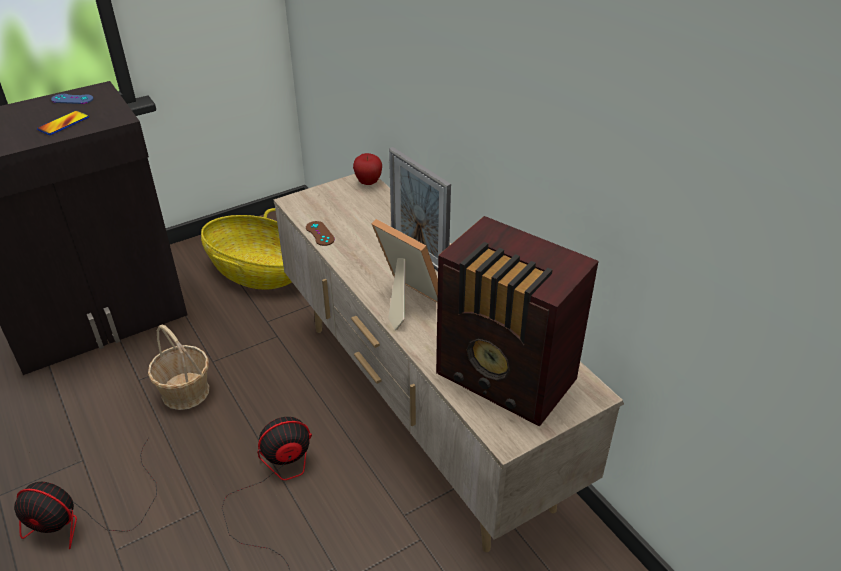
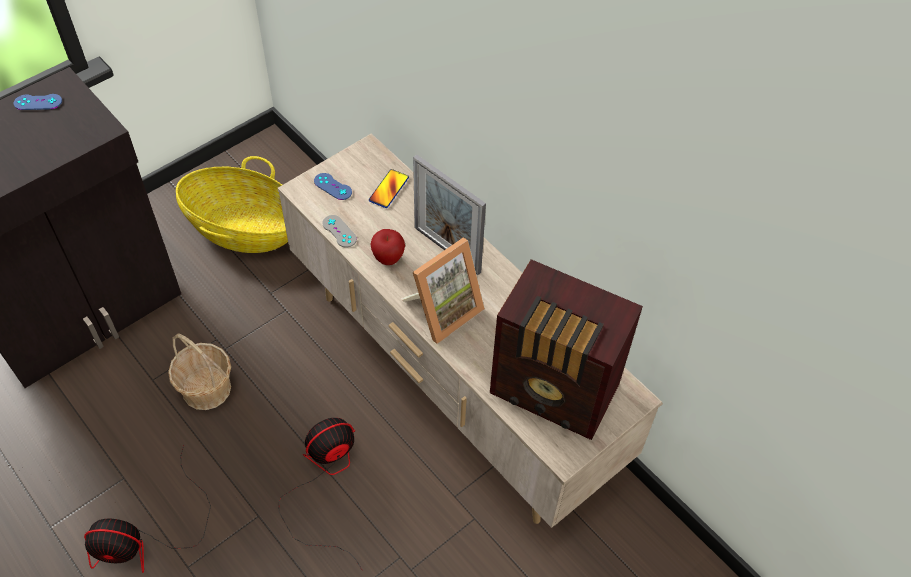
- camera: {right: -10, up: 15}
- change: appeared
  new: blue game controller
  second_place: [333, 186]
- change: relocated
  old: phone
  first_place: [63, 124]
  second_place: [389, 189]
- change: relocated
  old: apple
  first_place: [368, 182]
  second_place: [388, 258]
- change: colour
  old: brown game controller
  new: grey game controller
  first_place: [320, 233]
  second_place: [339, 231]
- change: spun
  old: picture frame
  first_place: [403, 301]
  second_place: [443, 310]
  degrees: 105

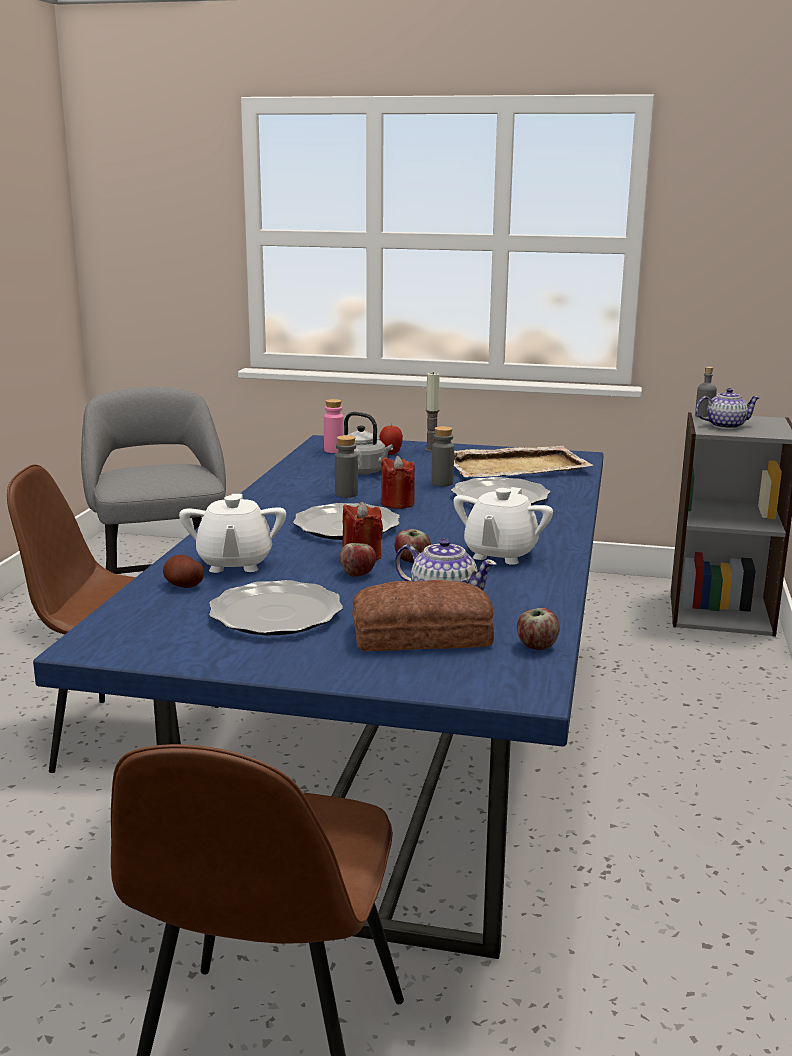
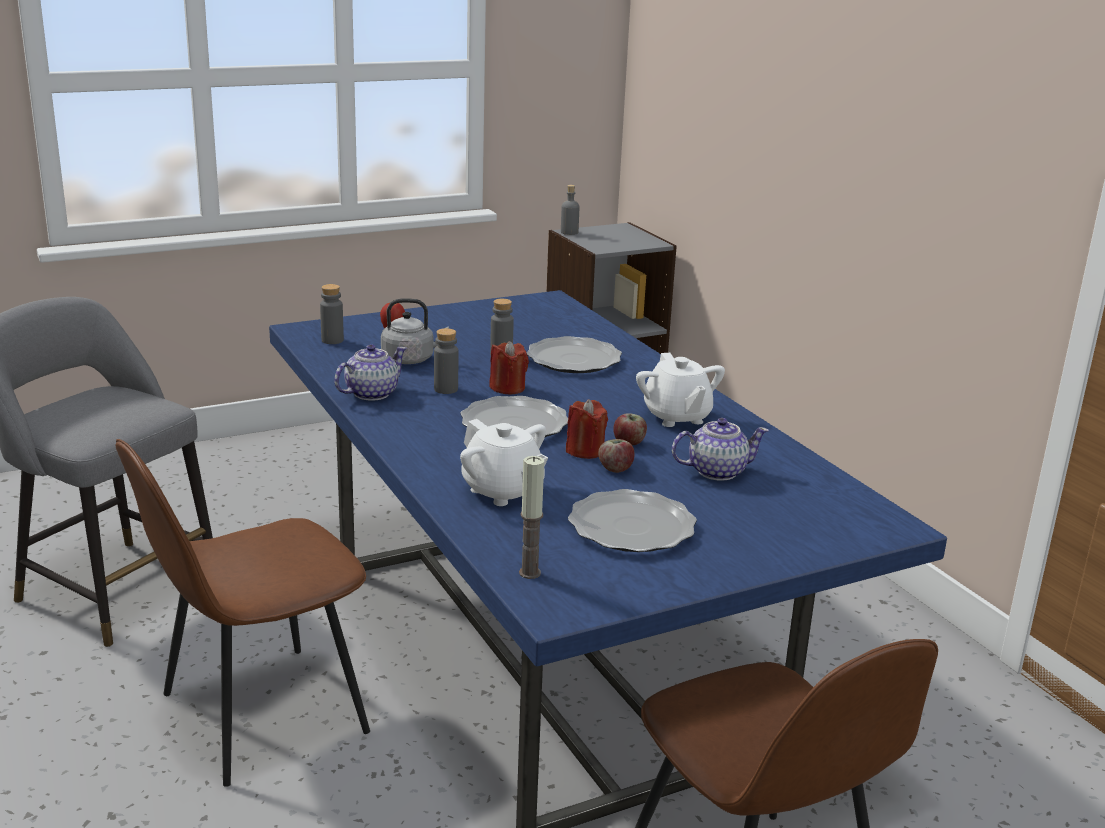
- camera: {right: -40, up: 5}
- change: missing
  old: potato
  first_place: [183, 585]
- change: missing
  old: bread
  first_place: [423, 636]
- change: missing
  old: beige tray
  first_place: [517, 467]
- change: missing
  old: apple
  first_place: [536, 646]
- change: relocated
  old: candle
  first_place: [431, 449]
  second_place: [530, 573]
- change: relocated
  old: teapot
  first_place: [725, 426]
  second_place: [371, 393]
- change: colour
  old: pink bottle
  new: grey bottle
  first_place: [334, 450]
  second_place: [332, 340]

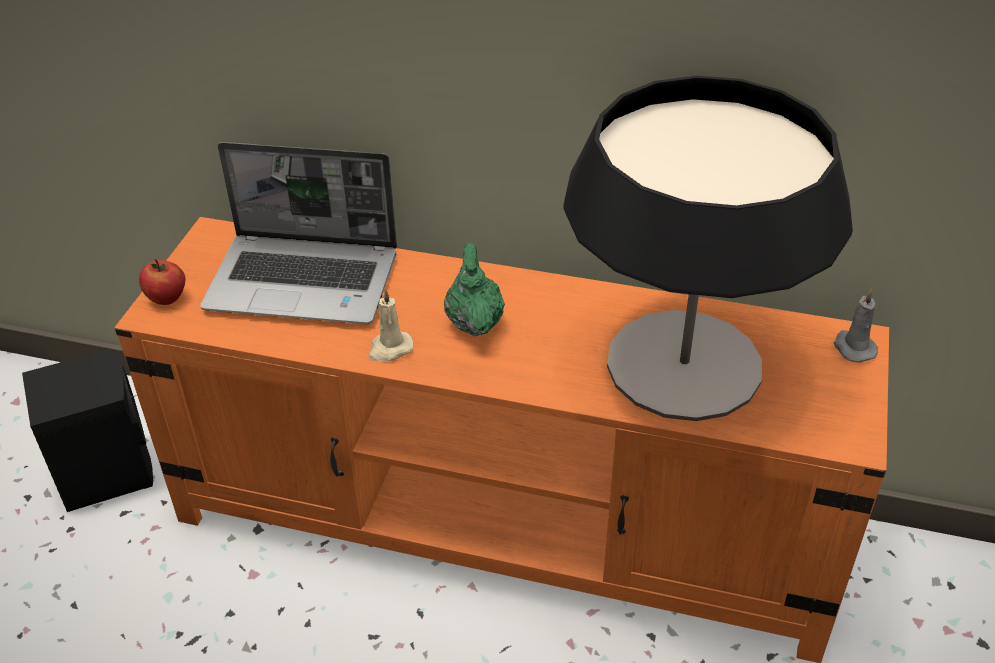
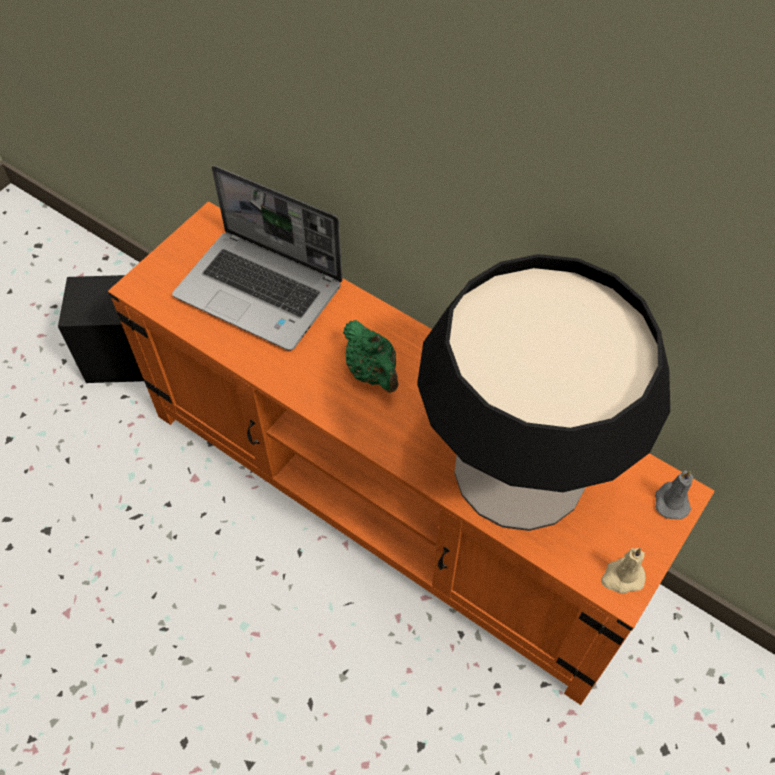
- camera: {right: 20, up: 15}
- change: missing
  old: apple
  first_place: [167, 298]
- change: relocated
  old: beige candle
  first_place: [389, 349]
  second_place: [622, 577]
- change: spun
  old: green teapot
  first_place: [474, 322]
  second_place: [373, 372]
  degrees: 135

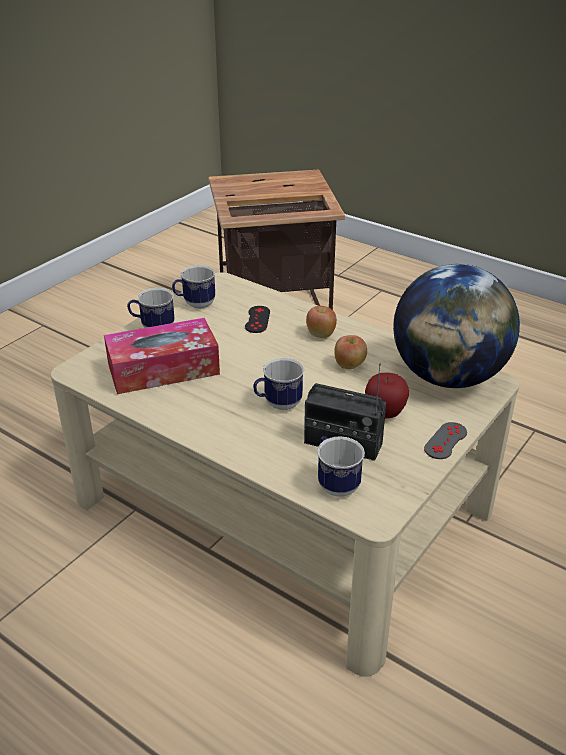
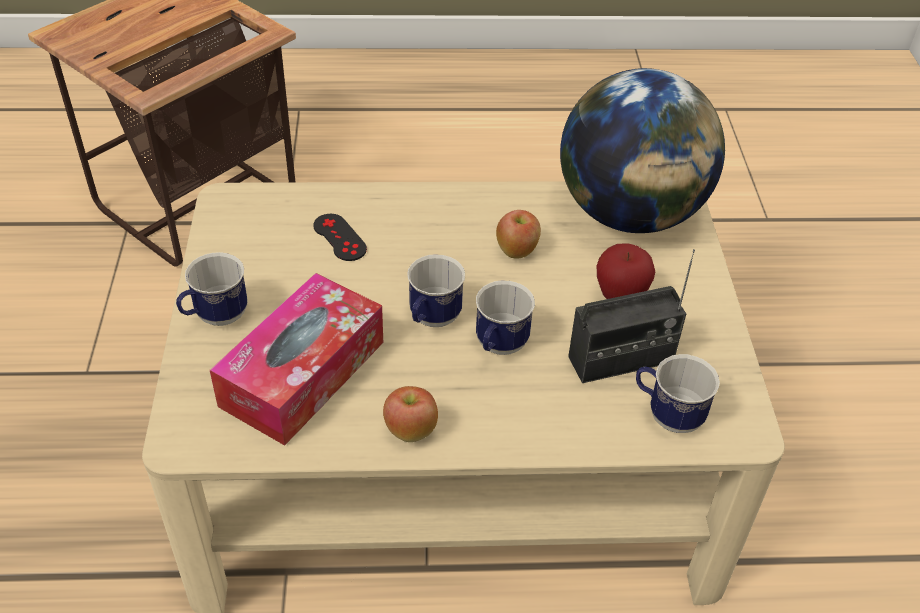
- camera: {right: -40, up: 10}
- change: missing
  old: grey game controller
  first_place: [445, 441]
- change: relocated
  old: mug
  first_place: [195, 304]
  second_place: [431, 320]
- change: relocated
  old: apple
  first_place: [320, 335]
  second_place: [410, 430]

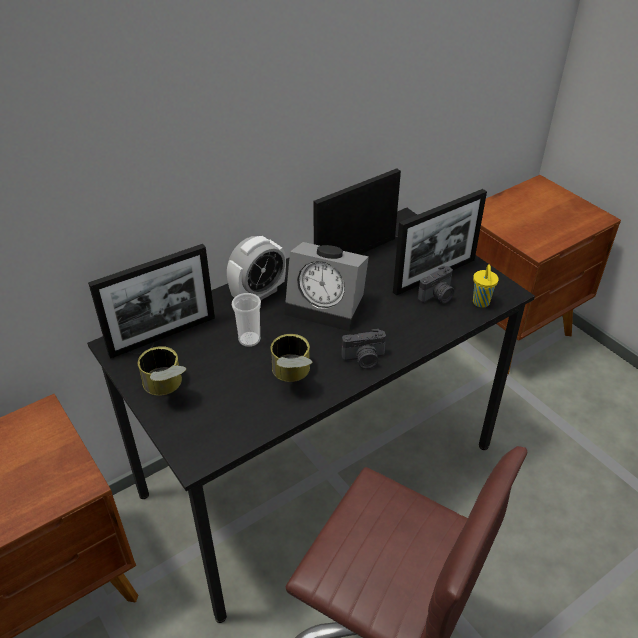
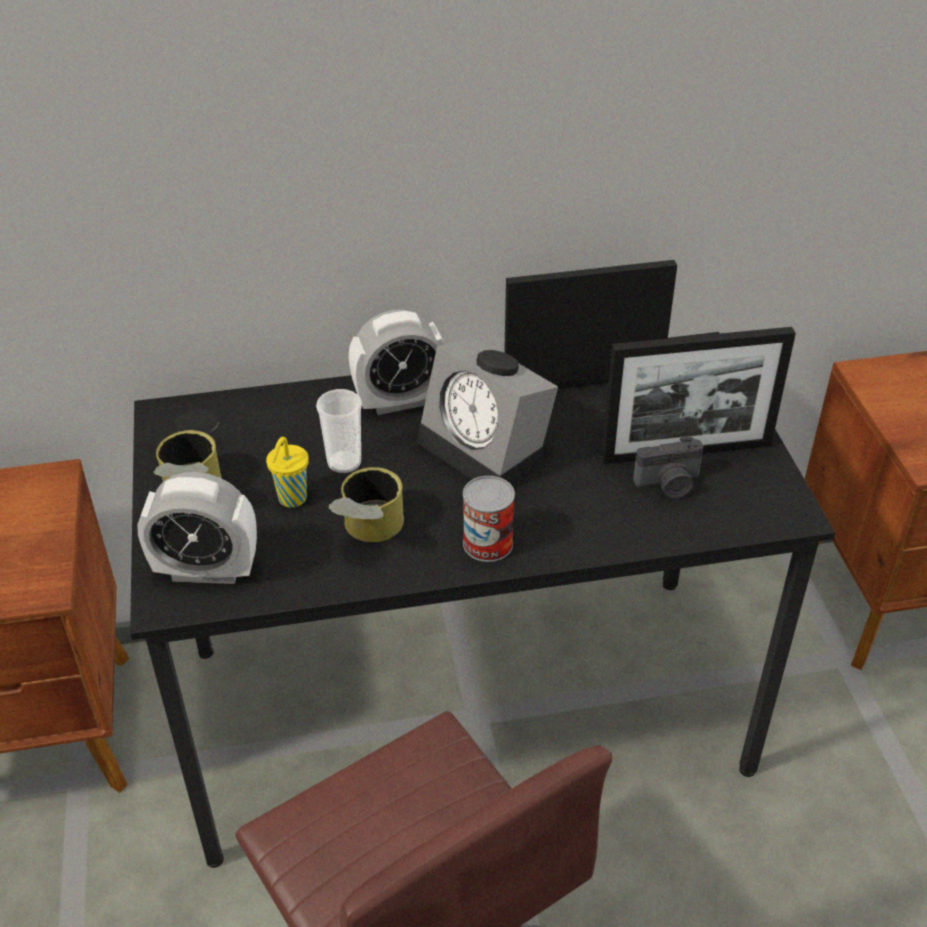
- camera: {right: 25, up: 0}
- change: missing
  old: picture frame
  first_place: [163, 336]
- change: appeared
  new: alarm clock
  second_place: [206, 570]
- change: relocated
  old: yellow cup
  first_place: [481, 303]
  second_place: [291, 499]
- change: exchanged
  old: photo camera
  new: can
  first_place: [364, 359]
  second_place: [488, 543]

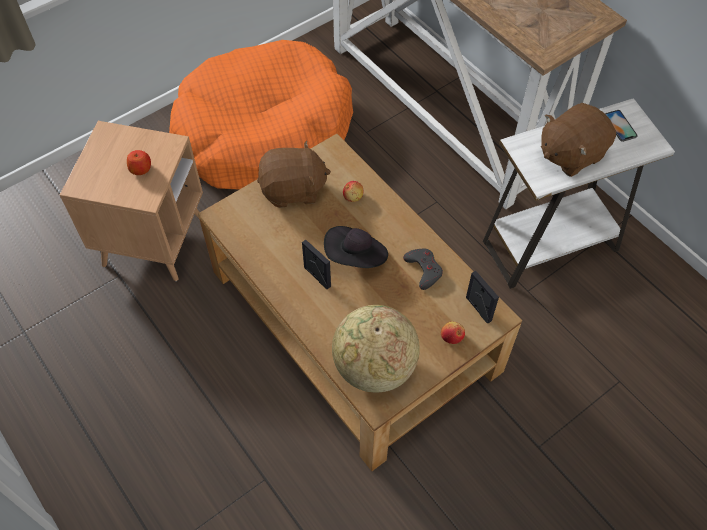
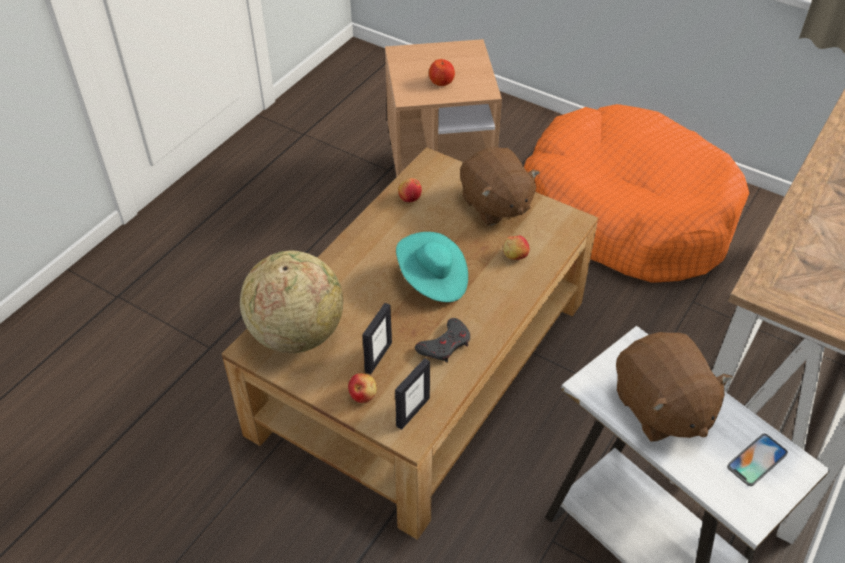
- camera: {right: 70, up: -10}
- change: appeared
  new: apple
  second_place: [409, 197]
- change: relocated
  old: picture frame
  first_place: [317, 277]
  second_place: [378, 357]
- change: colour
  old: black hat
  new: turquoise hat
  first_place: [356, 257]
  second_place: [433, 280]
- change: spun
  old: brown plush toy
  first_place: [570, 154]
  second_place: [661, 407]
  degrees: -150

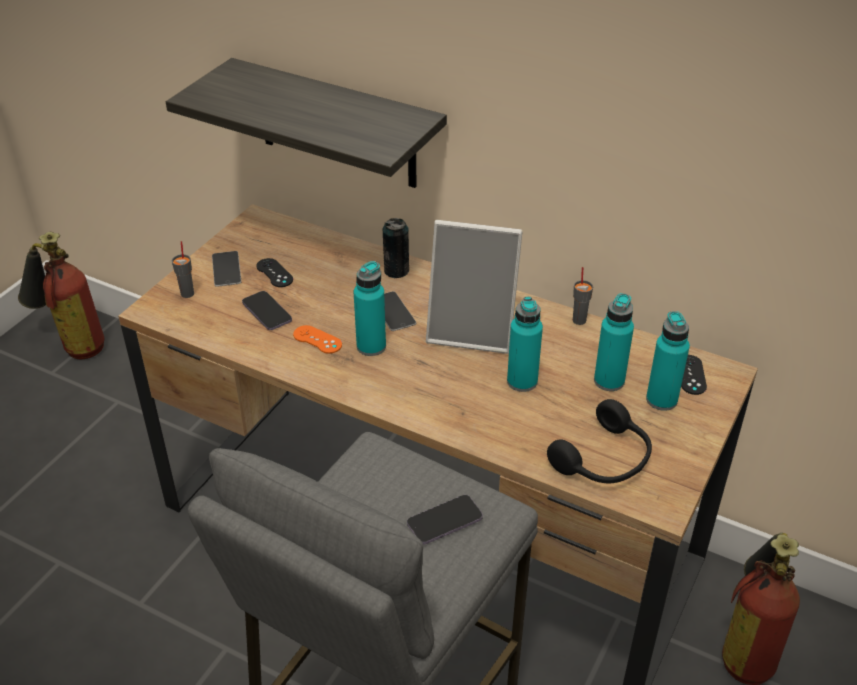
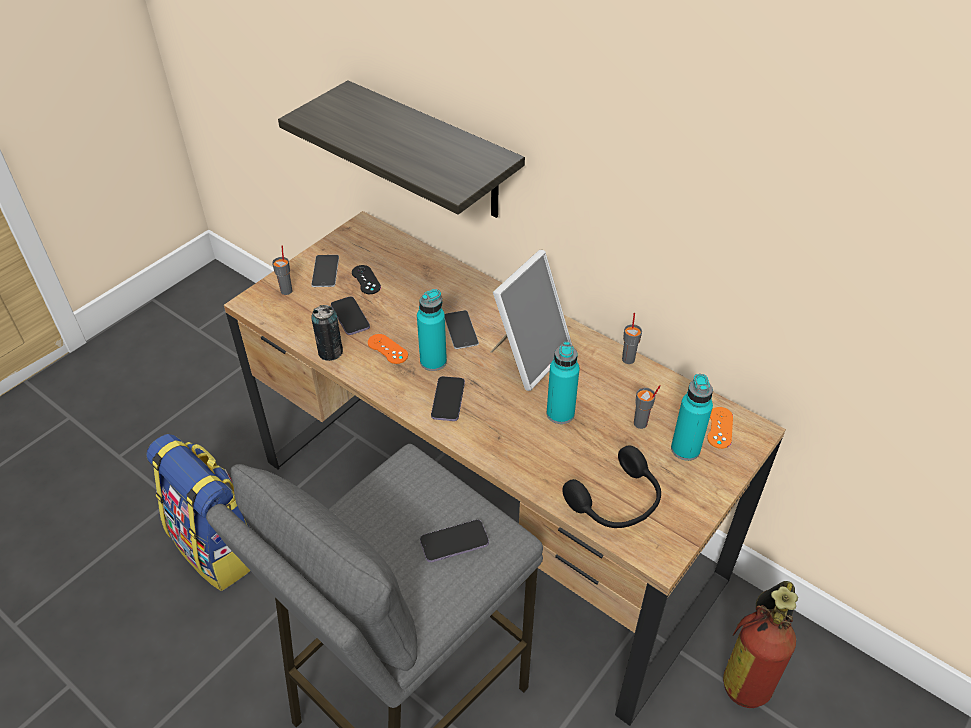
- camera: {right: 10, up: 5}
- change: missing
  old: fire extinguisher
  first_place: [72, 344]
- change: appeared
  new: backpack
  second_place: [220, 547]
- change: appeared
  new: phone
  second_place: [448, 400]
- change: relocated
  old: can
  first_place: [396, 270]
  second_place: [330, 352]
- change: exchanged
  old: turquoise bottle
  new: grey cup
  first_place: [609, 381]
  second_place: [640, 423]
- change: colour
  old: black game controller
  new: orange game controller
  first_place: [691, 375]
  second_place: [720, 428]
- change: spun
  old: picture frame
  first_place: [473, 330]
  second_place: [528, 357]
  degrees: -75

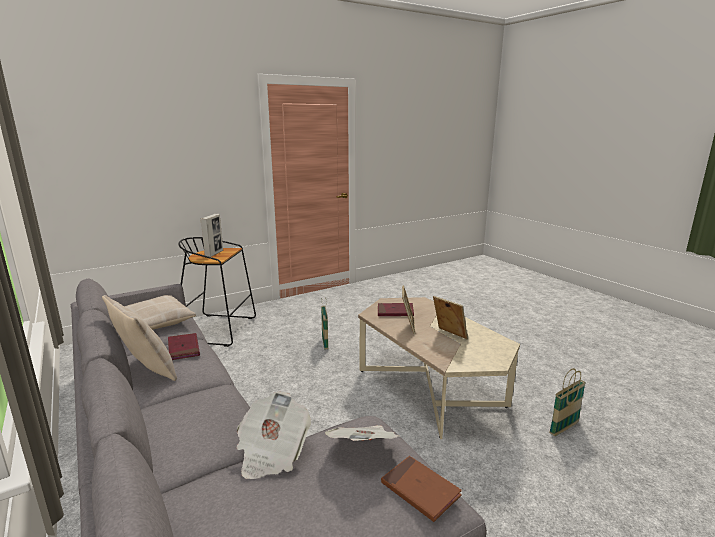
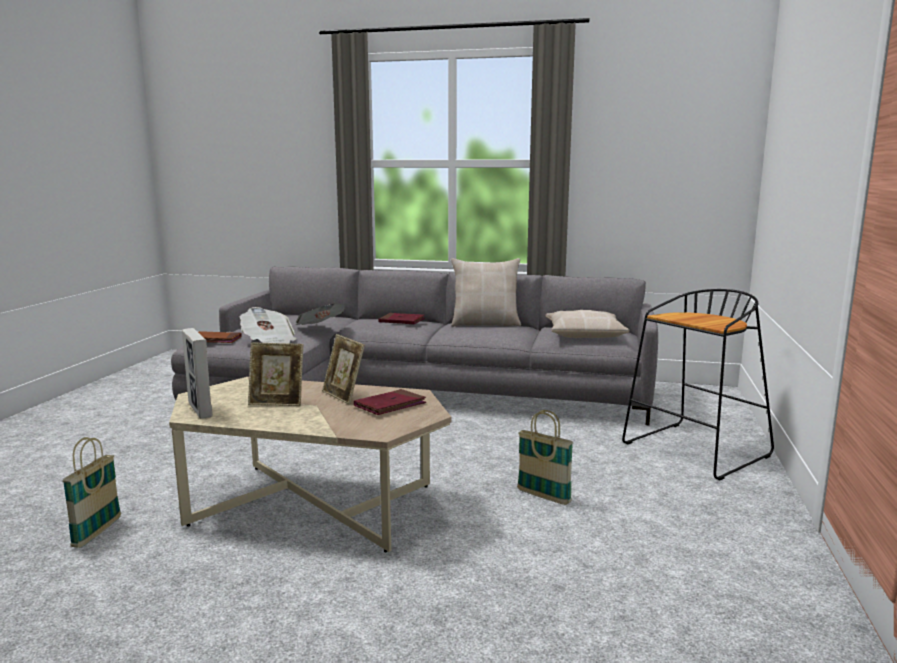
- camera: {right: 135, up: -5}
- change: relocated
  old: red book
  first_place: [183, 348]
  second_place: [401, 321]
- change: relocated
  old: picture frame
  first_place: [214, 254]
  second_place: [200, 410]

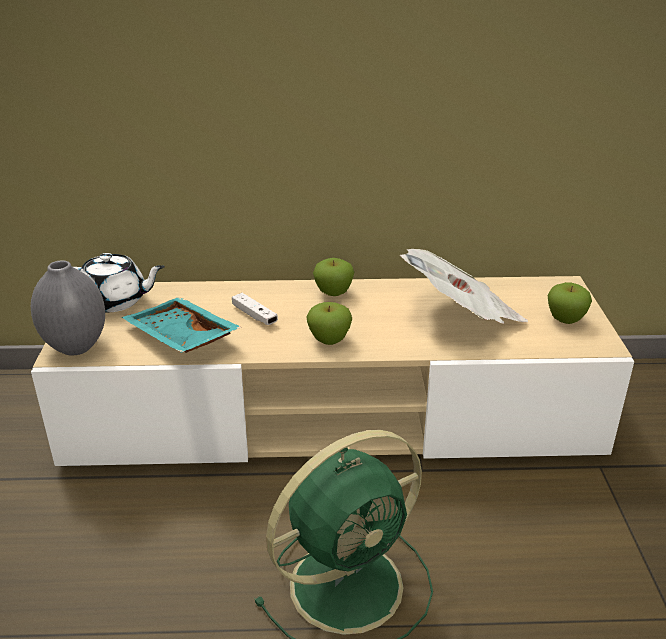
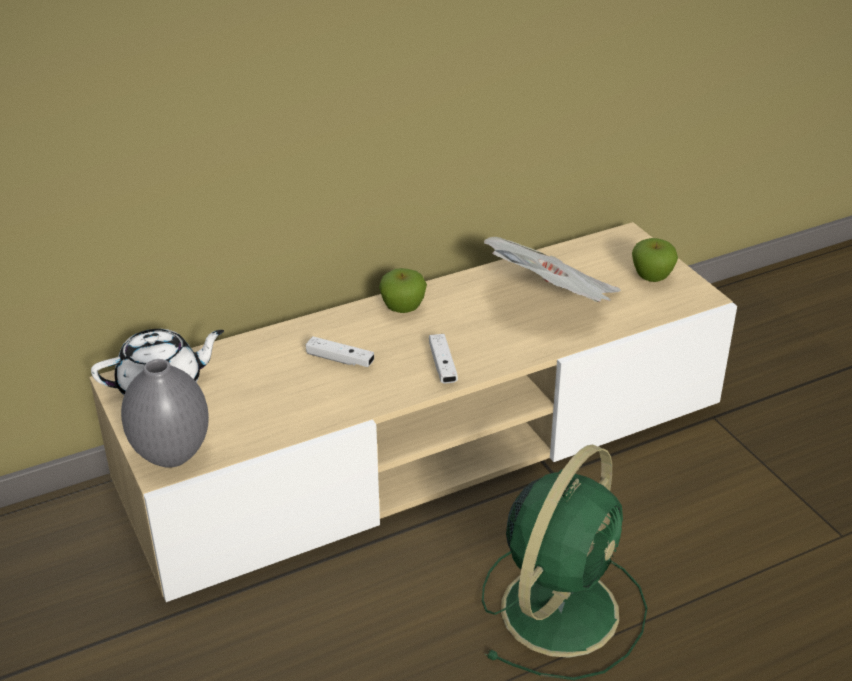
- camera: {right: -25, up: 5}
- change: missing
  old: turquoise tray
  first_place: [179, 338]
- change: exchanged
  old: apple
  new: white game controller
  first_place: [329, 340]
  second_place: [442, 366]

